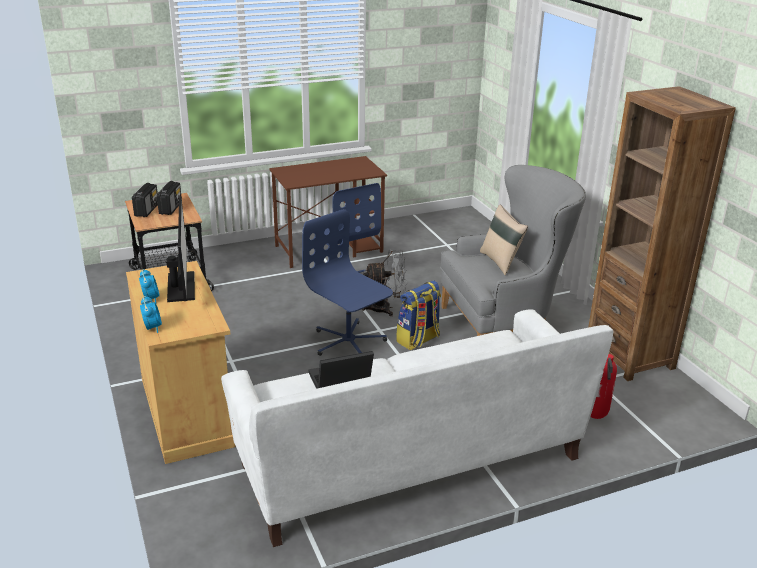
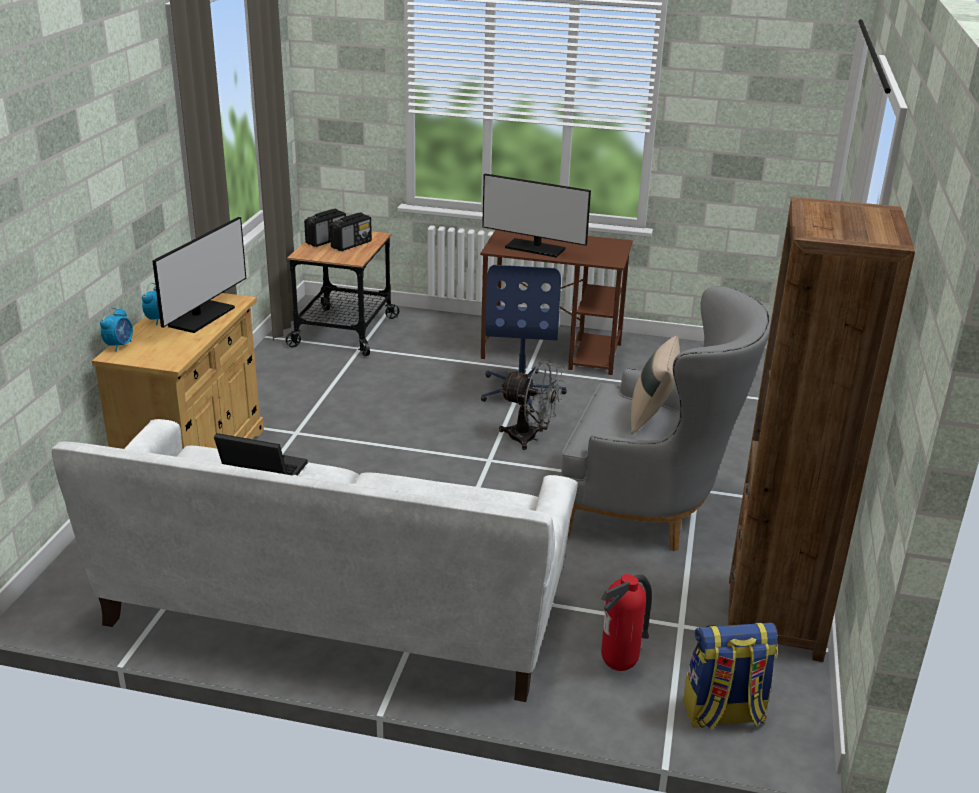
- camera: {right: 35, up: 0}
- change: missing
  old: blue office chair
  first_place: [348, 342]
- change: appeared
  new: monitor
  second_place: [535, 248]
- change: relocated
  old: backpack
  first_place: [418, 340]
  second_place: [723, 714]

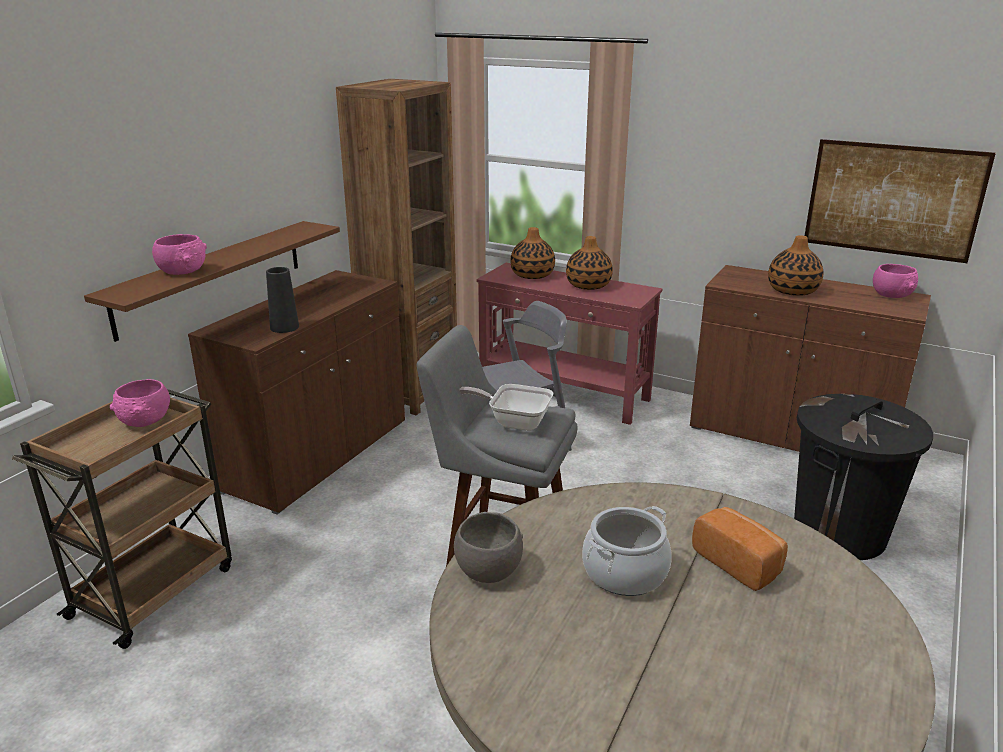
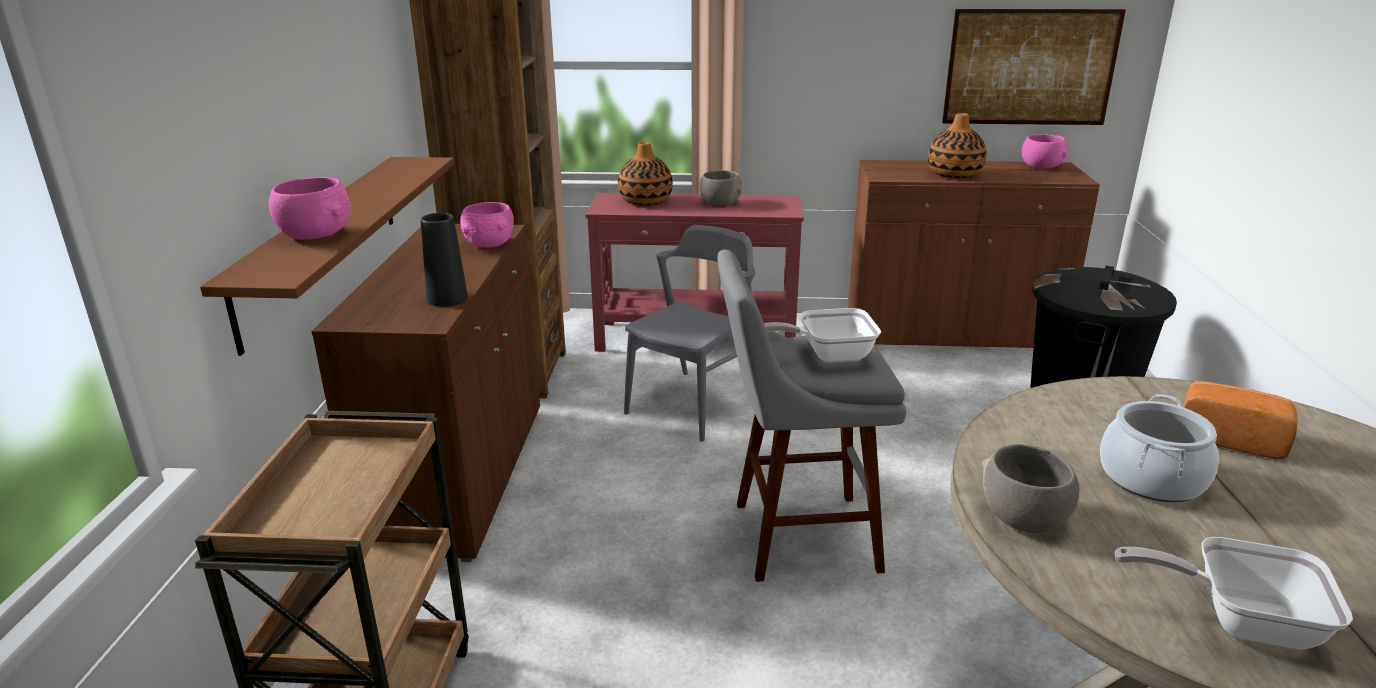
- camera: {right: -25, up: 0}
- change: appeared
  new: frying pan
  second_place: [1238, 620]
- change: relocated
  old: pink bowl
  first_place: [145, 421]
  second_place: [490, 244]
- change: exchanged
  old: vase
  new: grey bowl
  first_place: [588, 285]
  second_place: [720, 203]

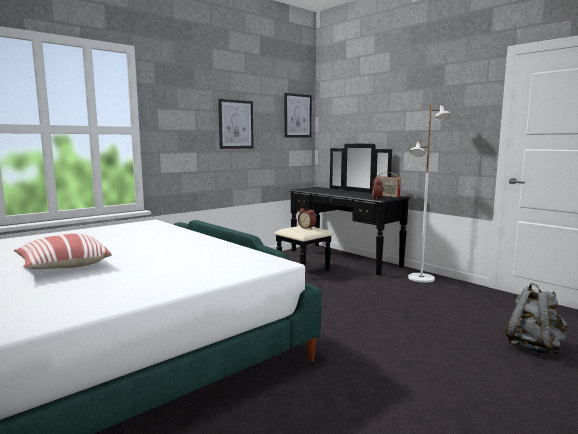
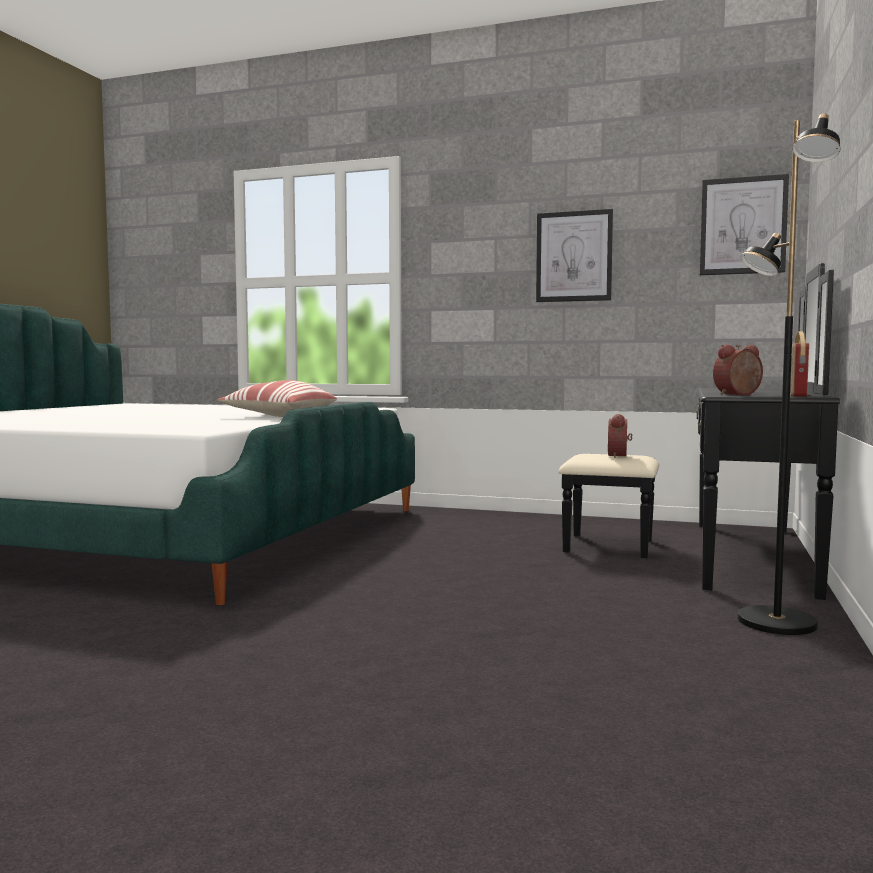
- camera: {right: 60, up: -5}
- change: missing
  old: grey backpack
  first_place: [533, 347]
- change: relocated
  old: pillow
  first_place: [62, 267]
  second_place: [279, 416]
- change: colour
  old: white floor lamp
  new: black floor lamp
  first_place: [421, 278]
  second_place: [775, 622]

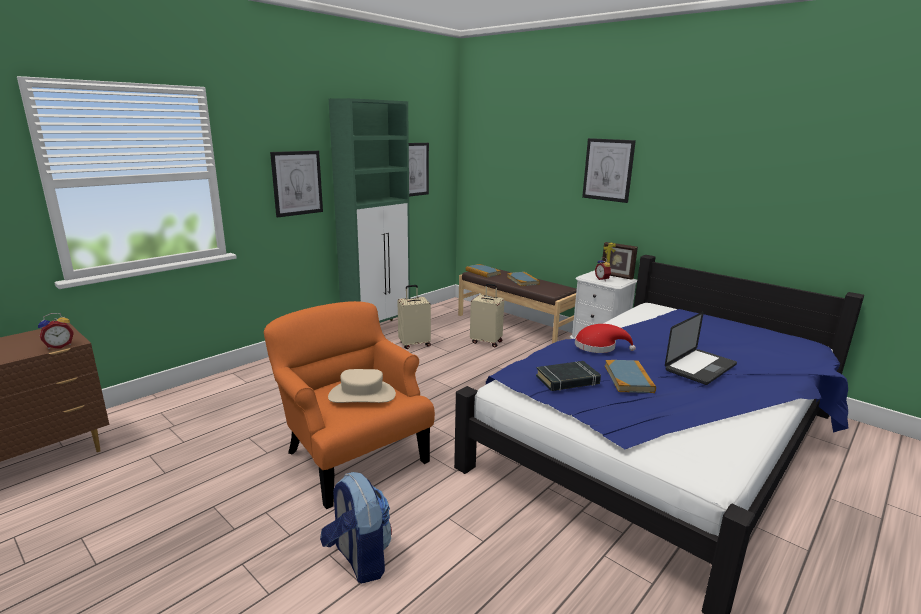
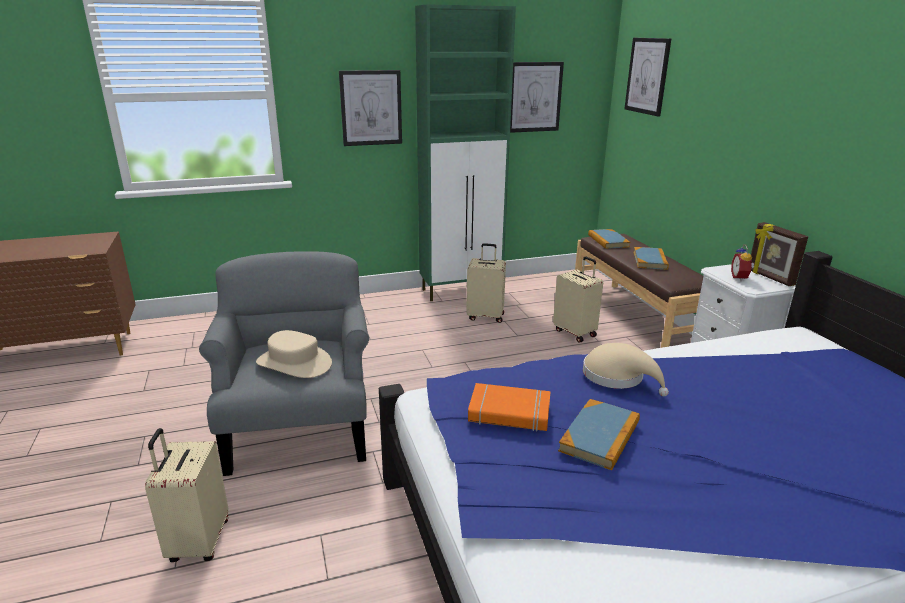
- camera: {right: 30, up: 5}
- change: missing
  old: alarm clock
  first_place: [59, 346]
- change: missing
  old: laptop
  first_place: [700, 367]
- change: relocated
  old: picture
  first_place: [608, 170]
  second_place: [647, 76]
- change: exchanged
  old: backpack
  new: beige suitcase
  first_place: [359, 559]
  second_place: [198, 541]
- change: colour
  old: orange armchair
  new: grey armchair
  first_place: [352, 456]
  second_place: [299, 427]
- change: colour
  old: black book
  new: orange book
  first_place: [567, 380]
  second_place: [509, 413]
- change: colour
  old: red hat
  new: beige hat
  first_place: [598, 347]
  second_place: [617, 377]

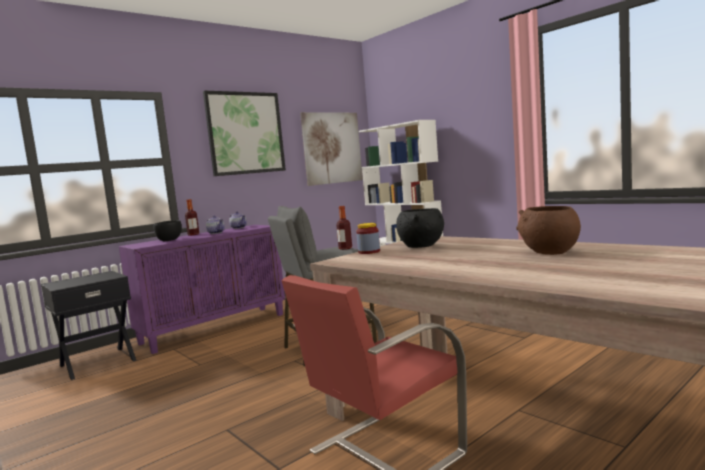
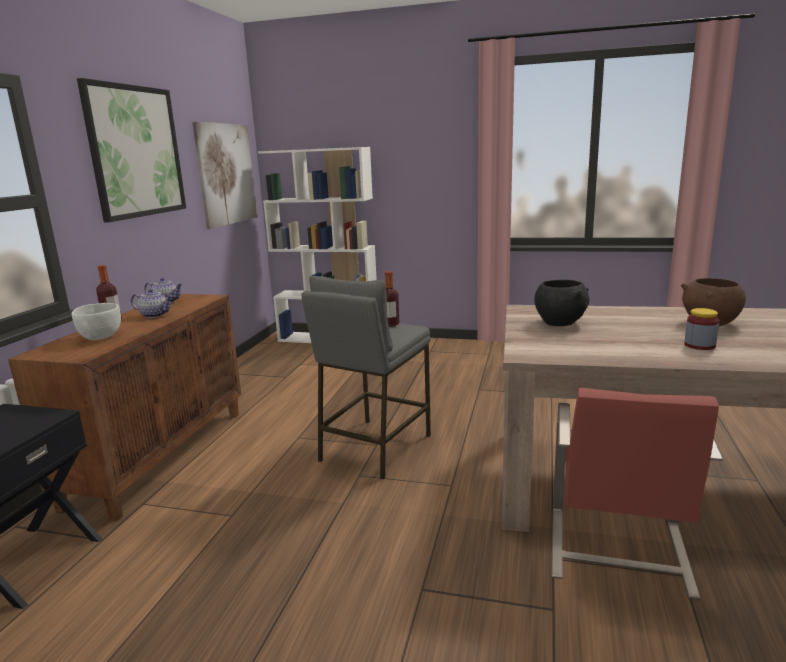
- camera: {right: -35, up: 10}
- change: relocated
  old: jar
  first_place: [369, 252]
  second_place: [699, 345]
- change: colour
  old: purple cabinet
  new: brown cabinet
  first_place: [215, 328]
  second_place: [160, 455]
- change: colour
  old: black bowl
  new: white bowl
  first_place: [169, 240]
  second_place: [101, 337]

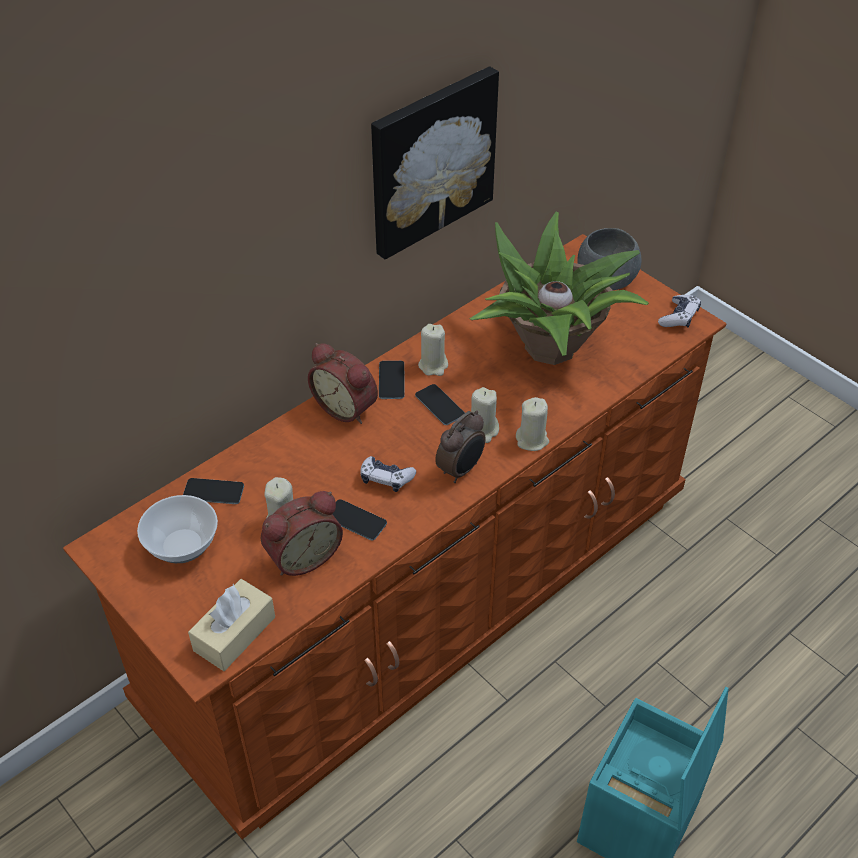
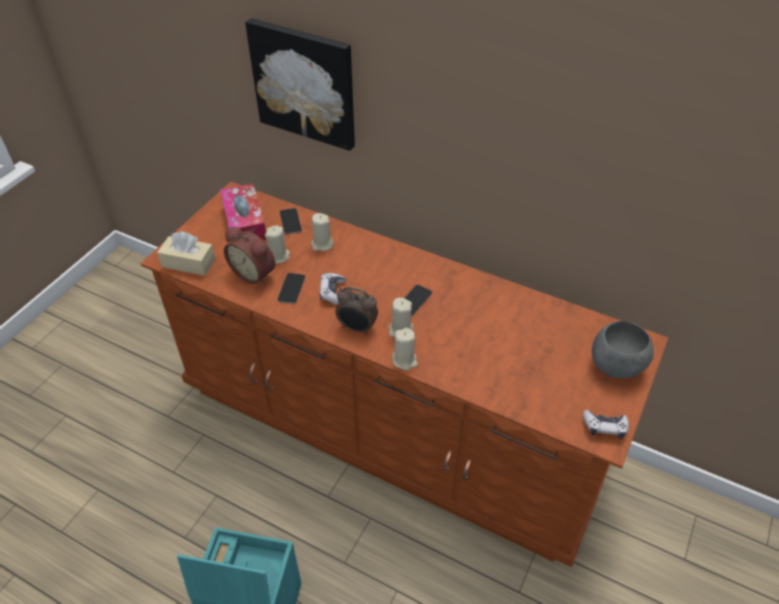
- camera: {right: 70, up: 0}
- change: missing
  old: alarm clock
  first_place: [347, 407]
- change: missing
  old: phone
  first_place: [391, 380]
- change: missing
  old: potted plant
  first_place: [551, 349]
- change: relocated
  old: picture
  first_place: [430, 160]
  second_place: [305, 83]
- change: relocated
  old: beige candle
  first_place: [433, 365]
  second_place: [322, 244]
- change: exchanged
  old: bowl
  new: tissue box
  first_place: [181, 546]
  second_place: [244, 222]

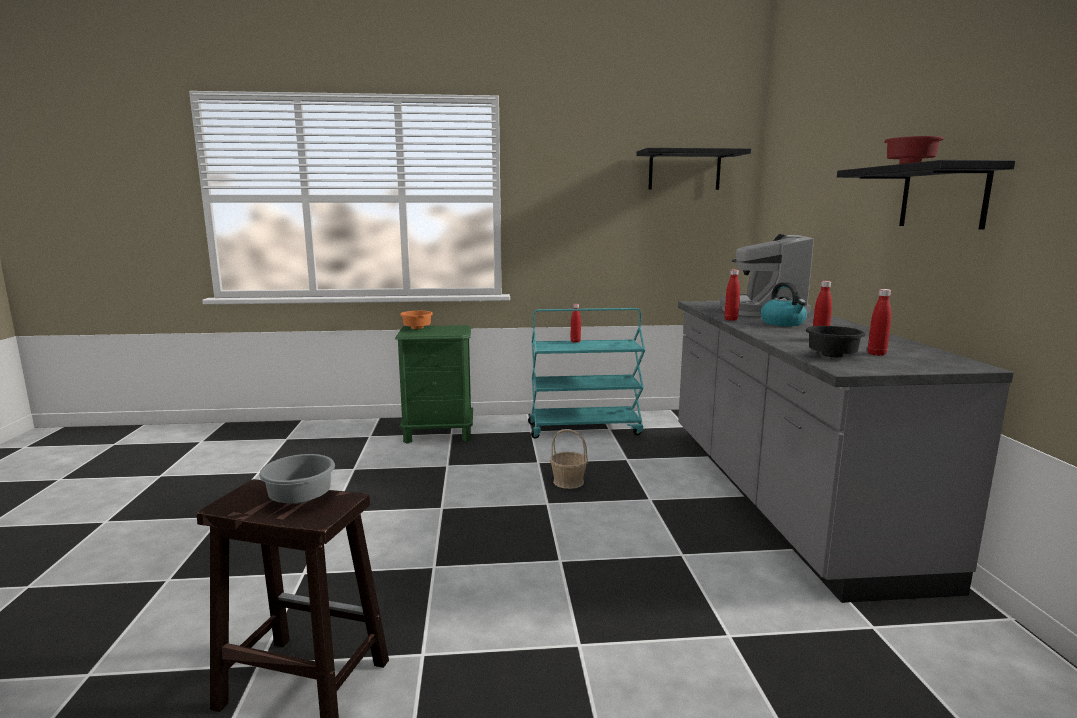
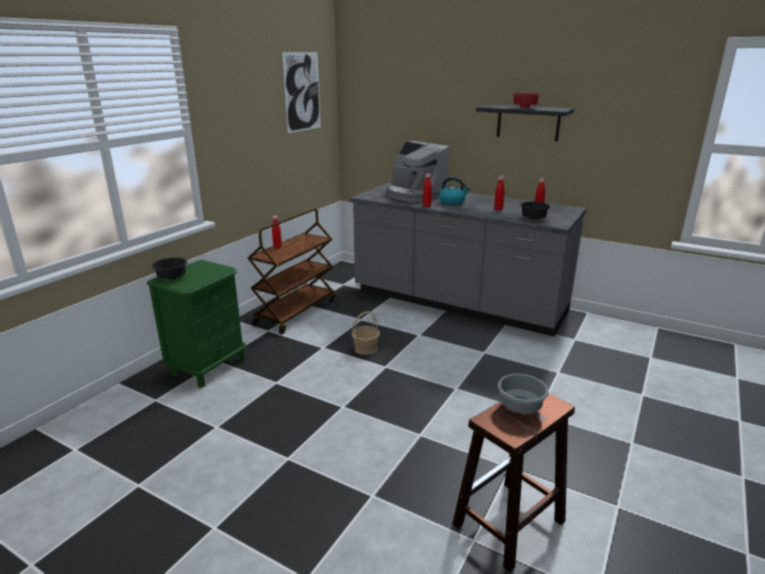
- camera: {right: -55, up: 10}
- change: exchanged
  old: black shelf
  new: picture
  first_place: [684, 170]
  second_place: [302, 92]
- change: colour
  old: orange bowl
  new: black bowl
  first_place: [416, 328]
  second_place: [172, 278]
- change: colour
  old: turquoise cart
  new: brown cart
  first_place: [585, 428]
  second_place: [296, 312]

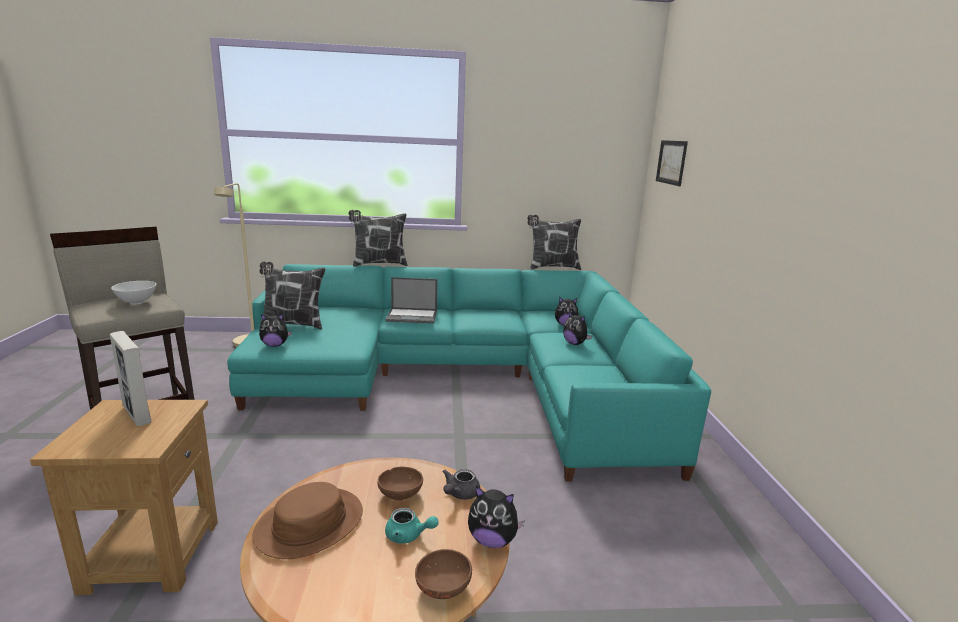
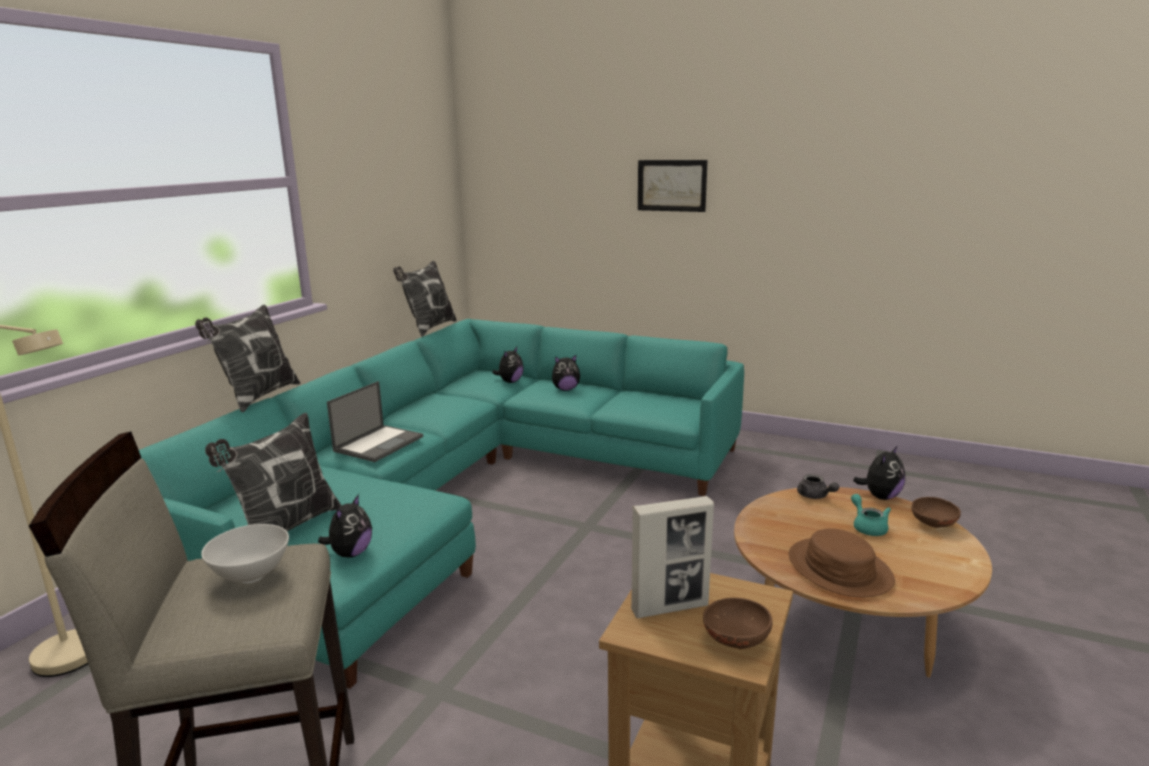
- camera: {right: -60, up: 0}
- change: relocated
  old: brown bowl
  first_place: [400, 494]
  second_place: [734, 640]
- change: relocated
  old: picture
  first_place: [671, 162]
  second_place: [671, 185]
- change: spun
  old: turquoise teapot
  first_place: [408, 536]
  second_place: [868, 527]
  degrees: -60

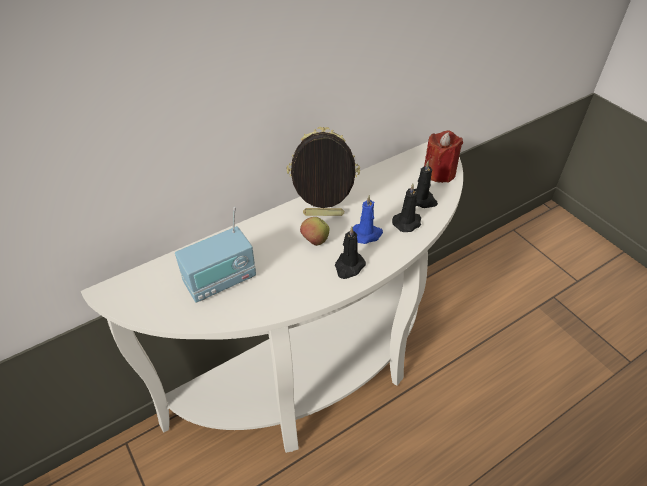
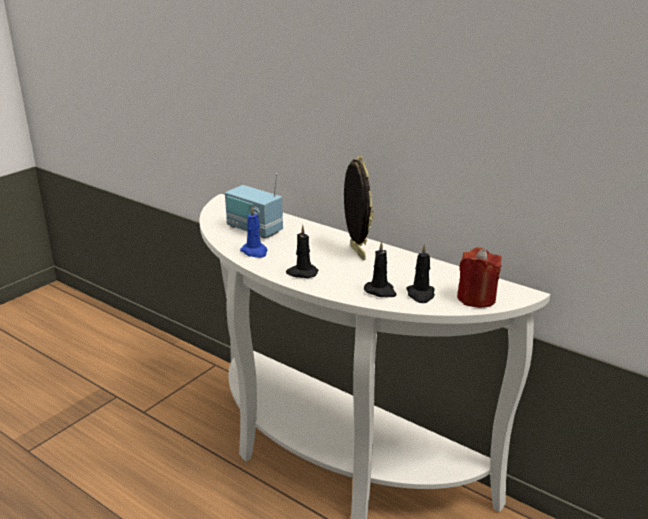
- camera: {right: 70, up: -20}
- change: missing
  old: apple
  first_place: [314, 241]
- change: relocated
  old: blue candle
  first_place: [367, 234]
  second_place: [255, 252]

